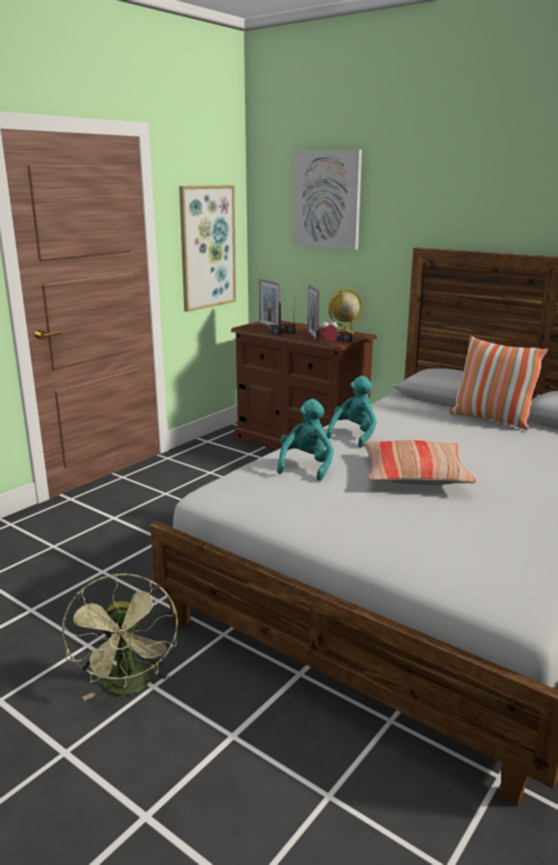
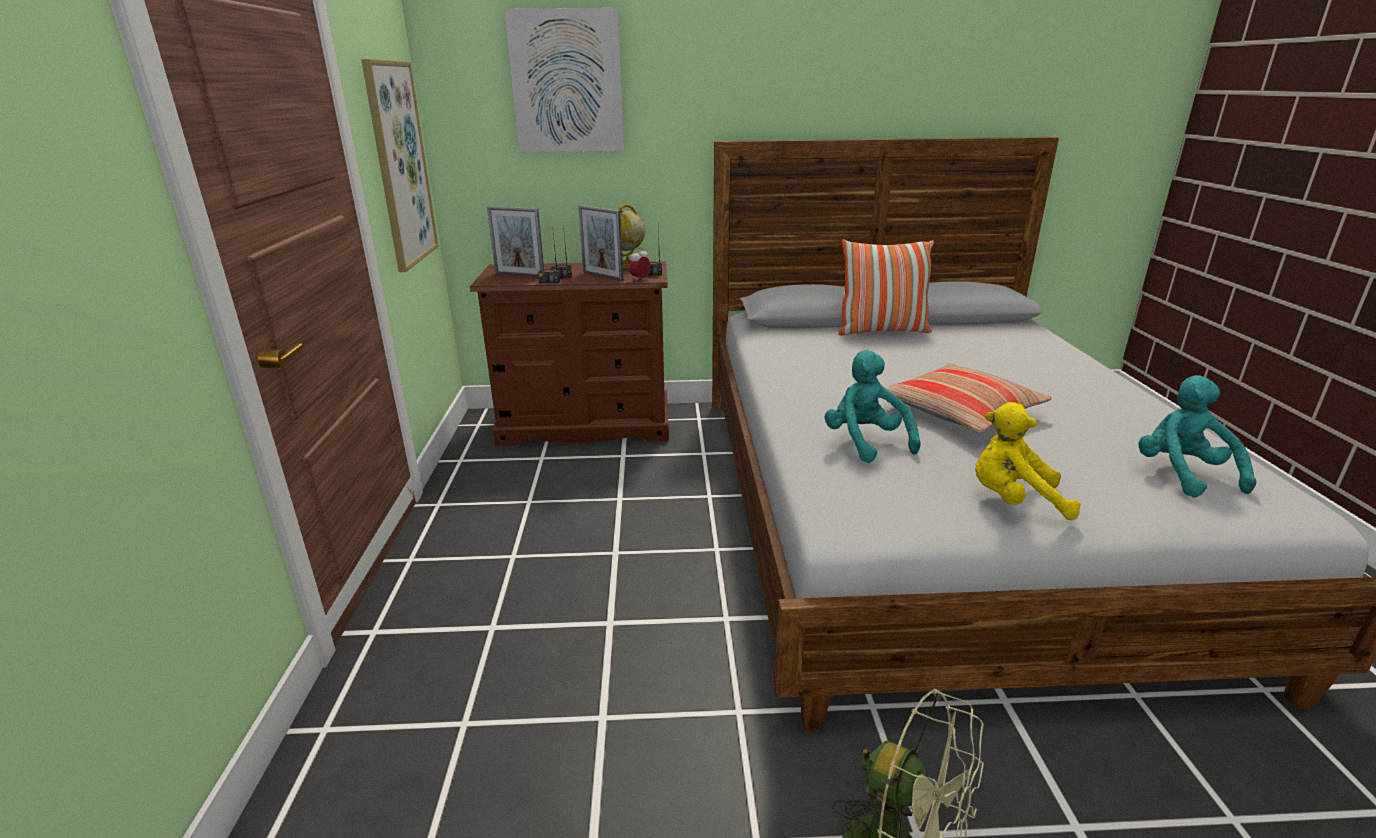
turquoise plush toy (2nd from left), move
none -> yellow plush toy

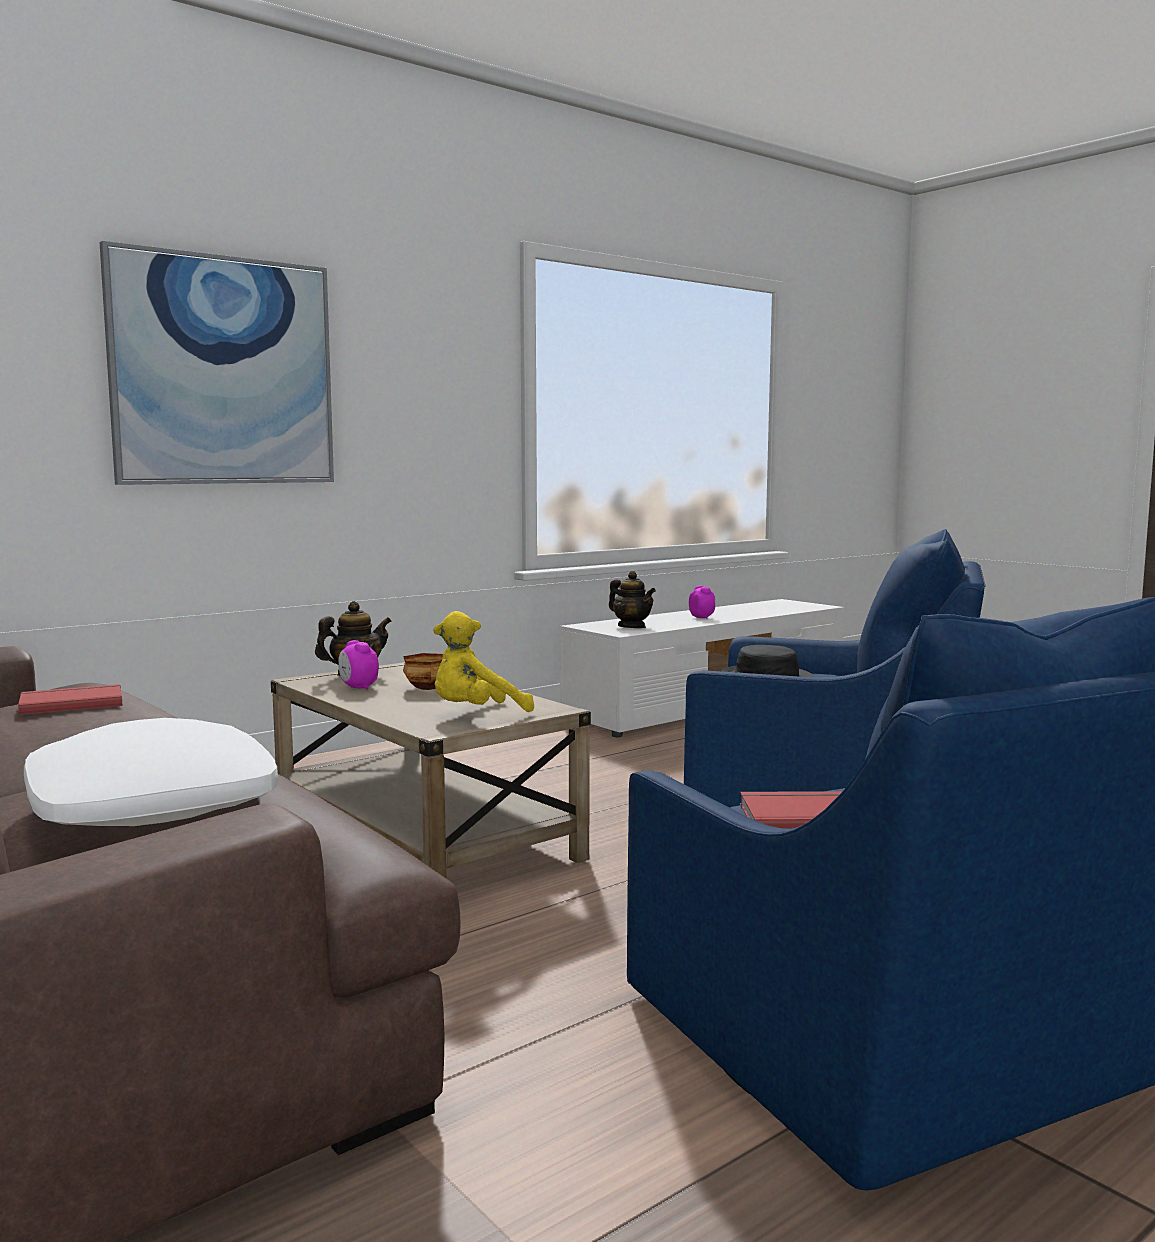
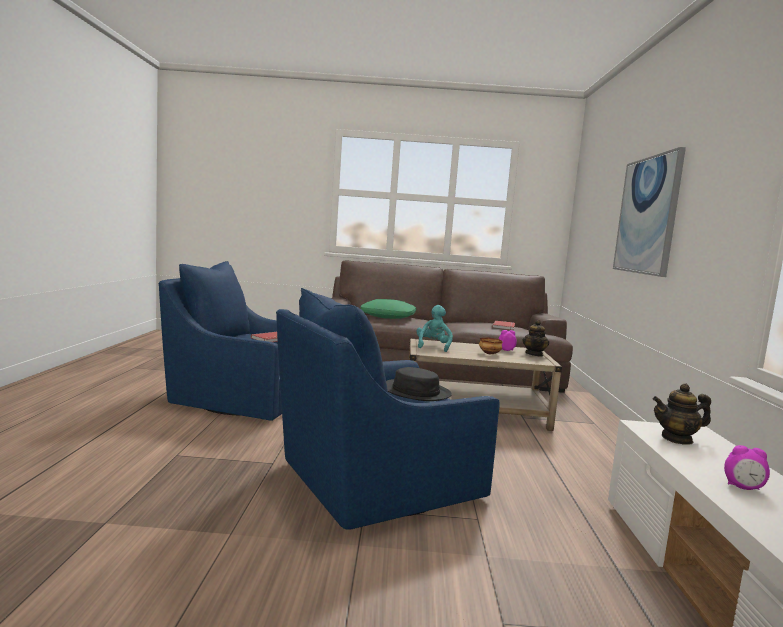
white pillow -> green pillow
yellow plush toy -> turquoise plush toy

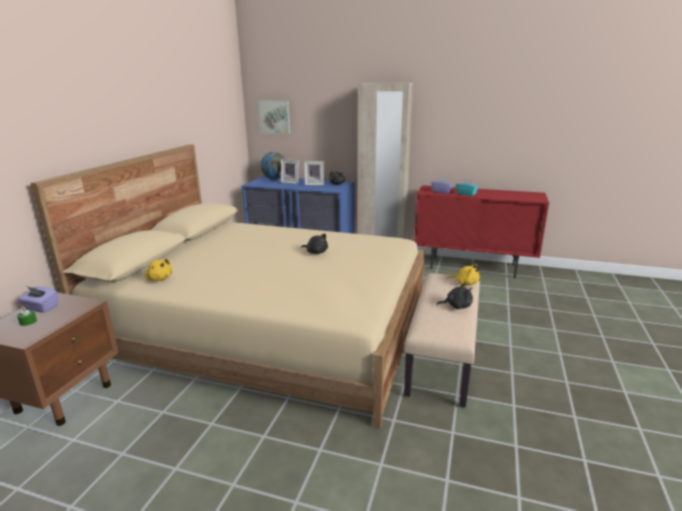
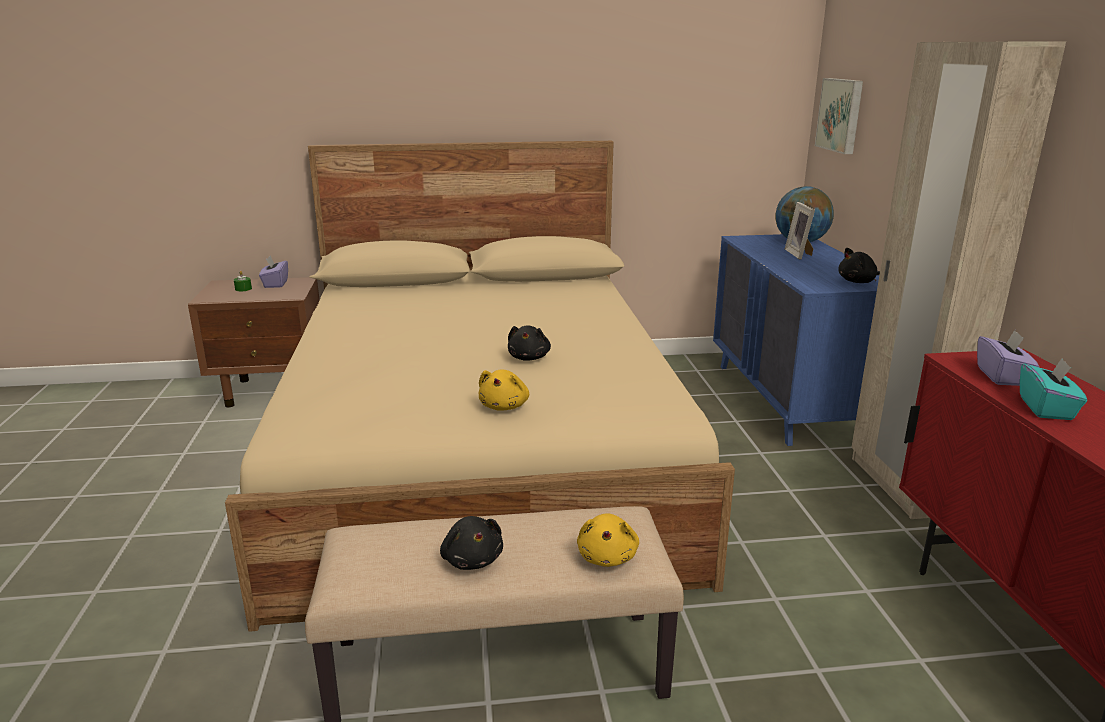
yellow plush toy (1st from left), move
picture frame (2nd from left) -> none

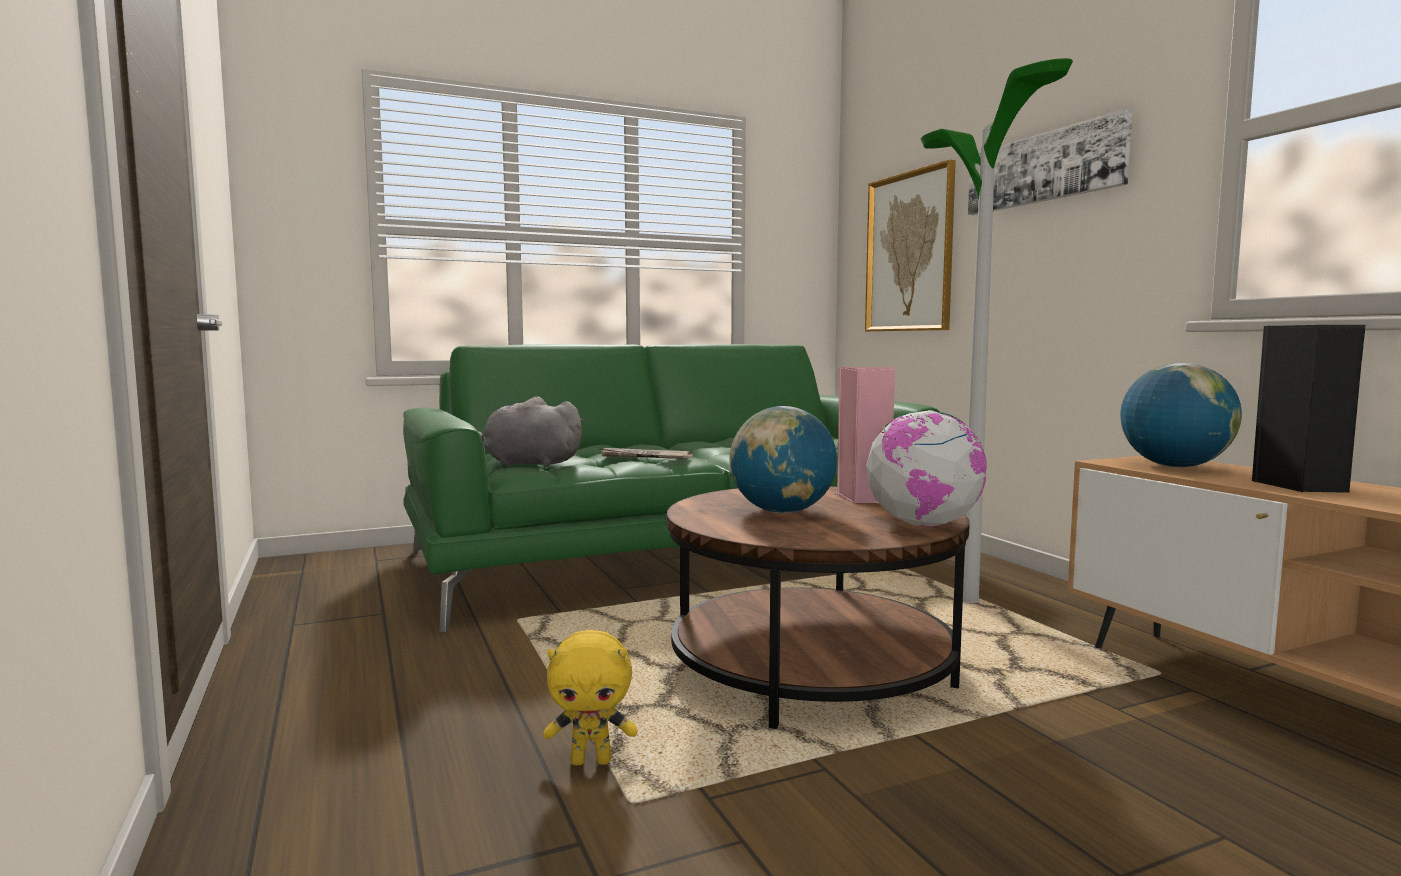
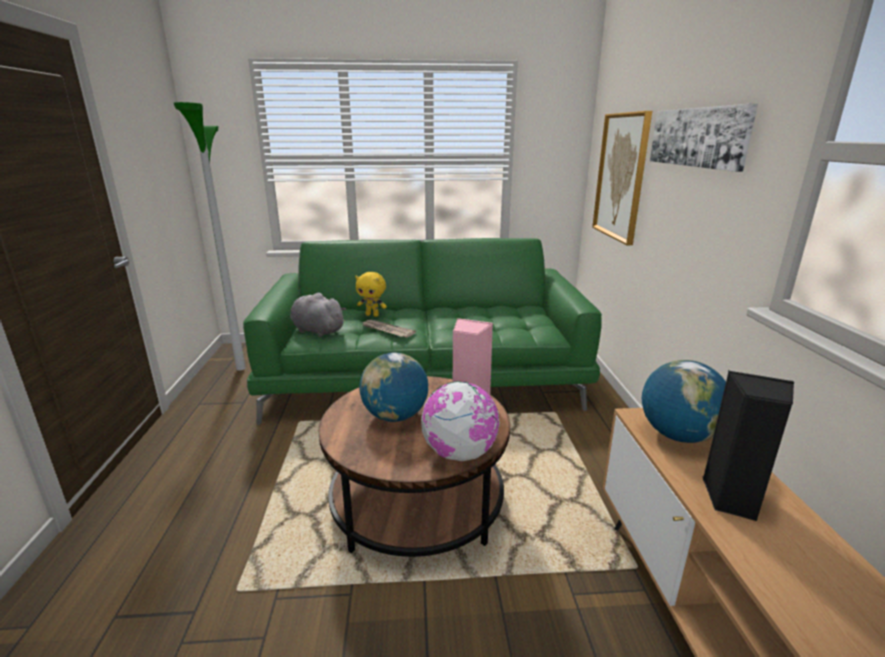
yellow plush toy, move
floor lamp, move

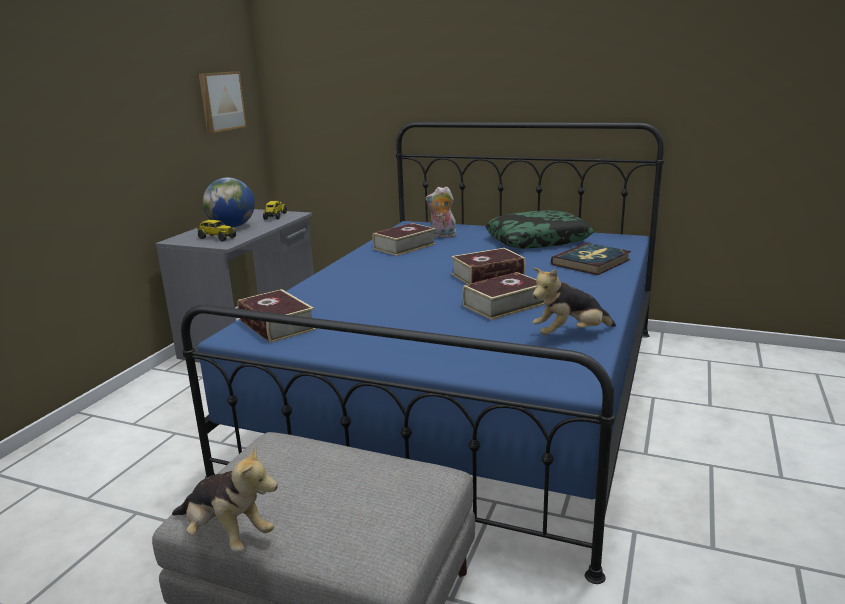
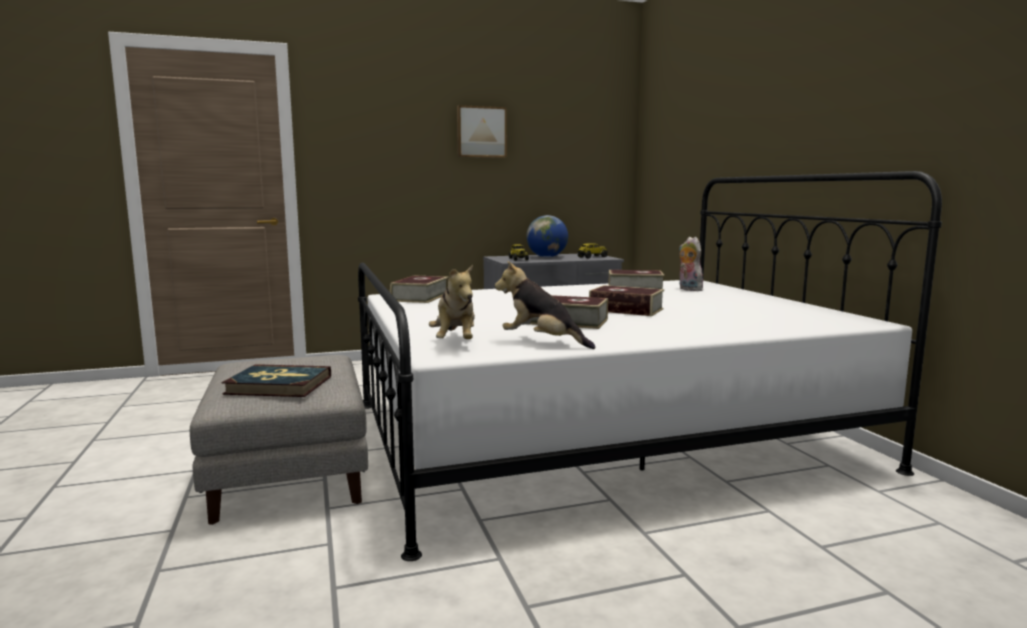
plush toy (1st from left), move
blue bed -> white bed
picture, move
pillow -> none
book (5th from left in the first image) -> book (1st from left), move

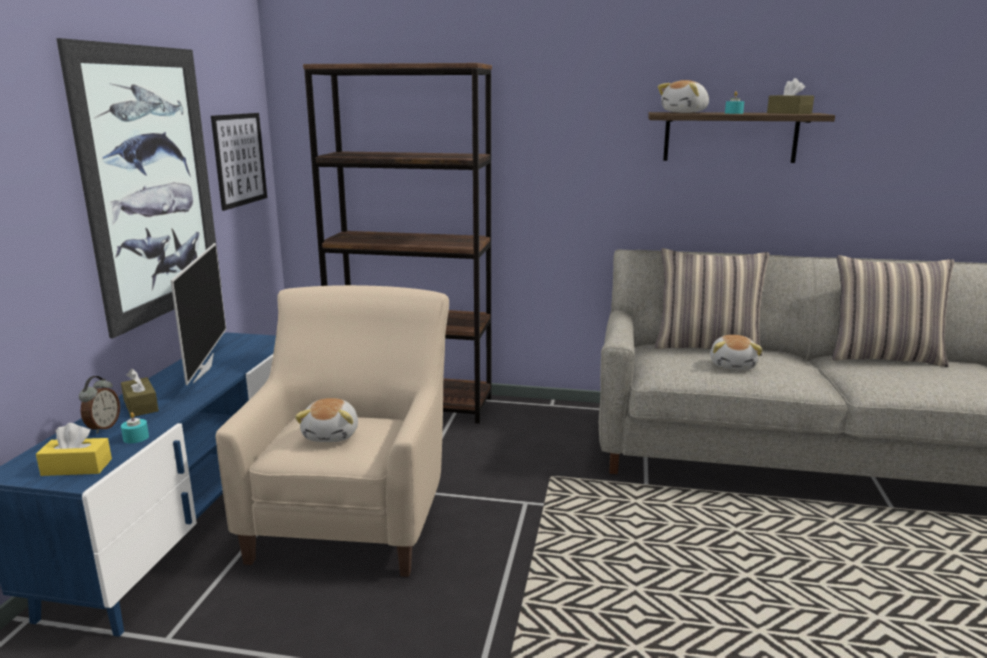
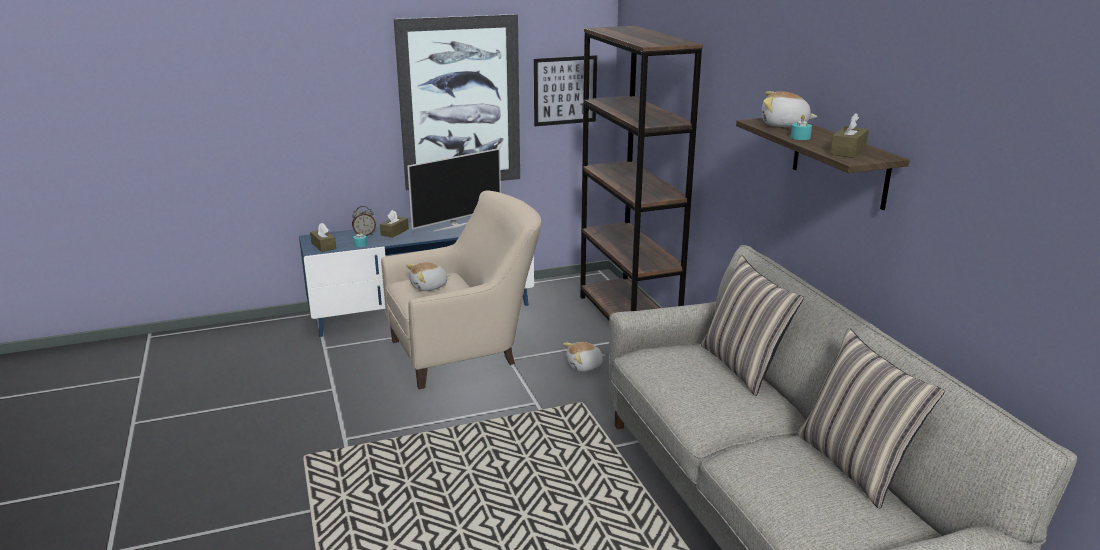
yellow tissue box -> brown tissue box (1st from left)
plush toy (3rd from left in the first image) -> plush toy (2nd from left), move

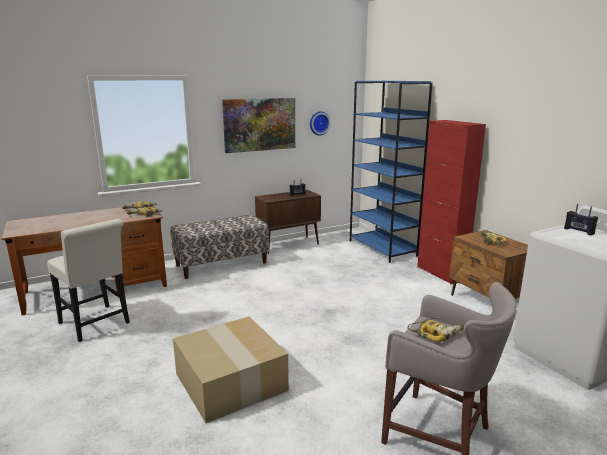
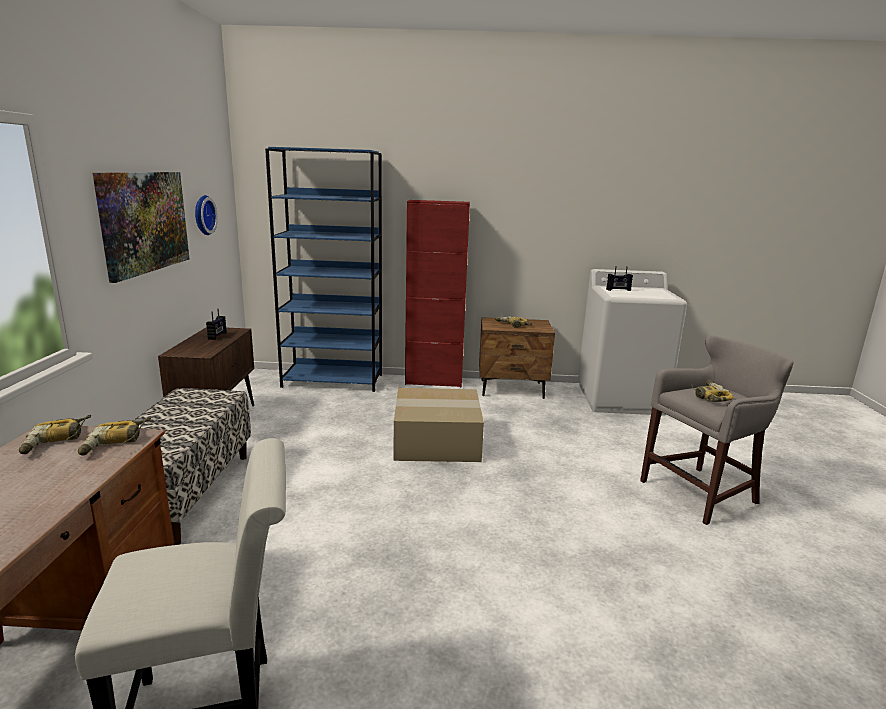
cardboard box, move

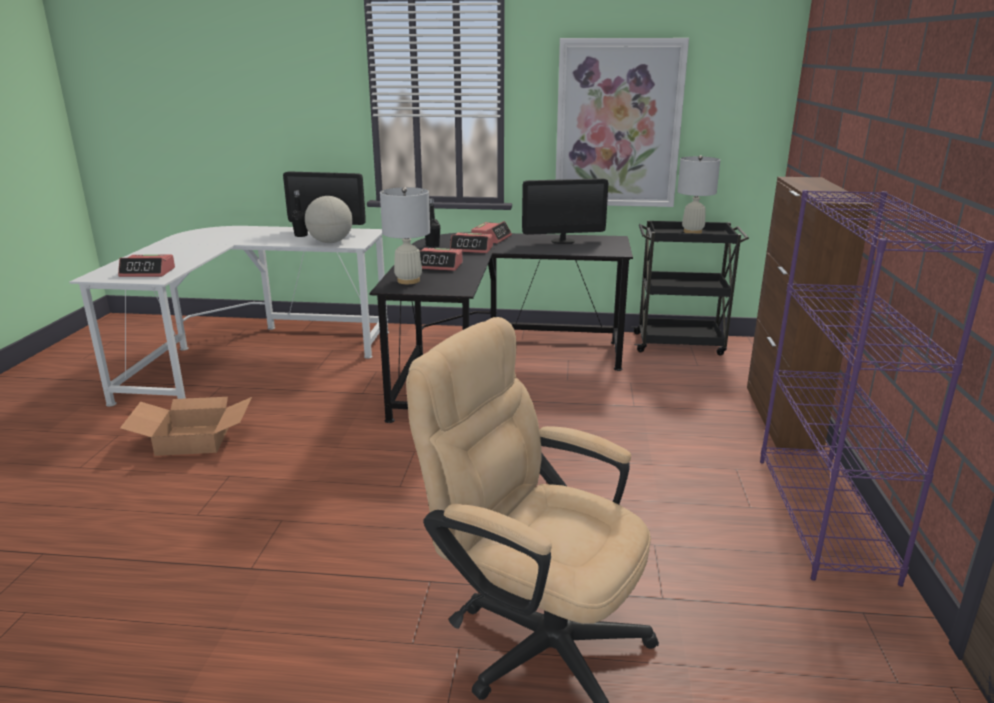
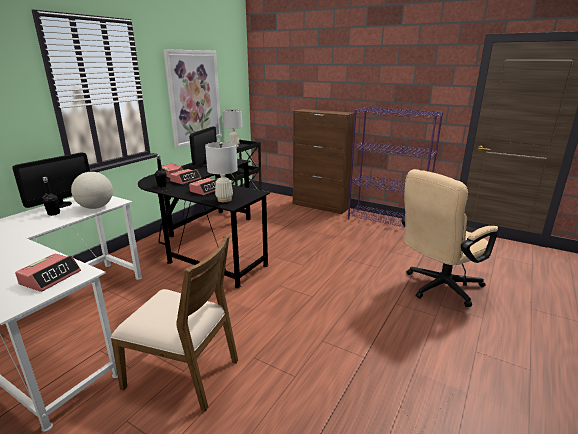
cardboard box -> brown chair

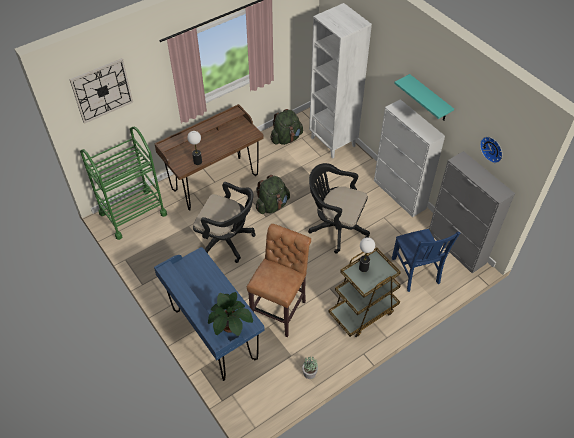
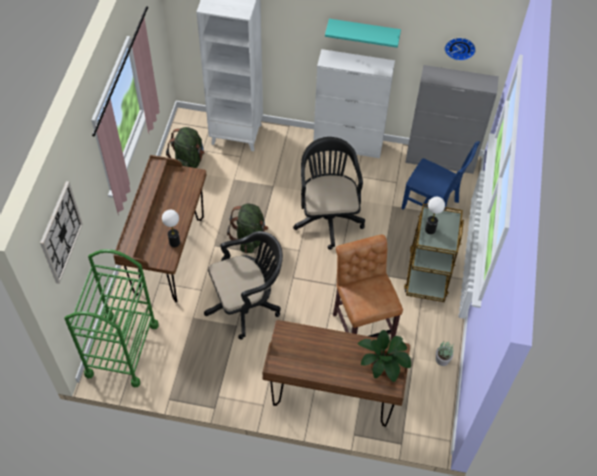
blue desk -> brown desk (2nd from left)
black office chair (2nd from left), 105 degrees clockwise

